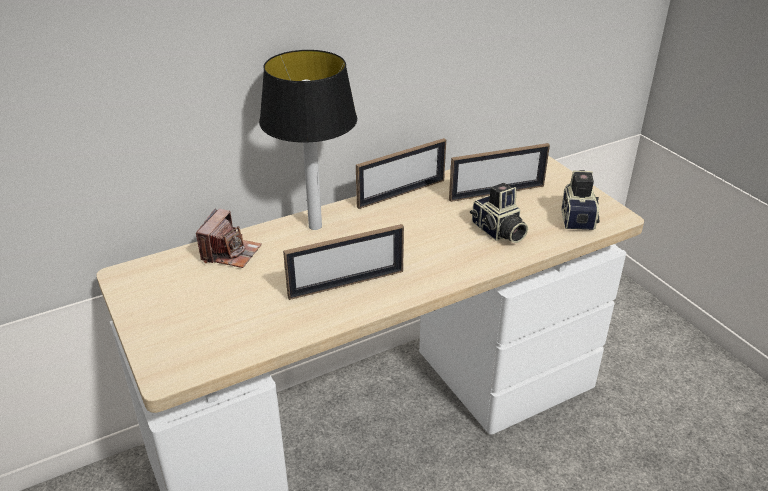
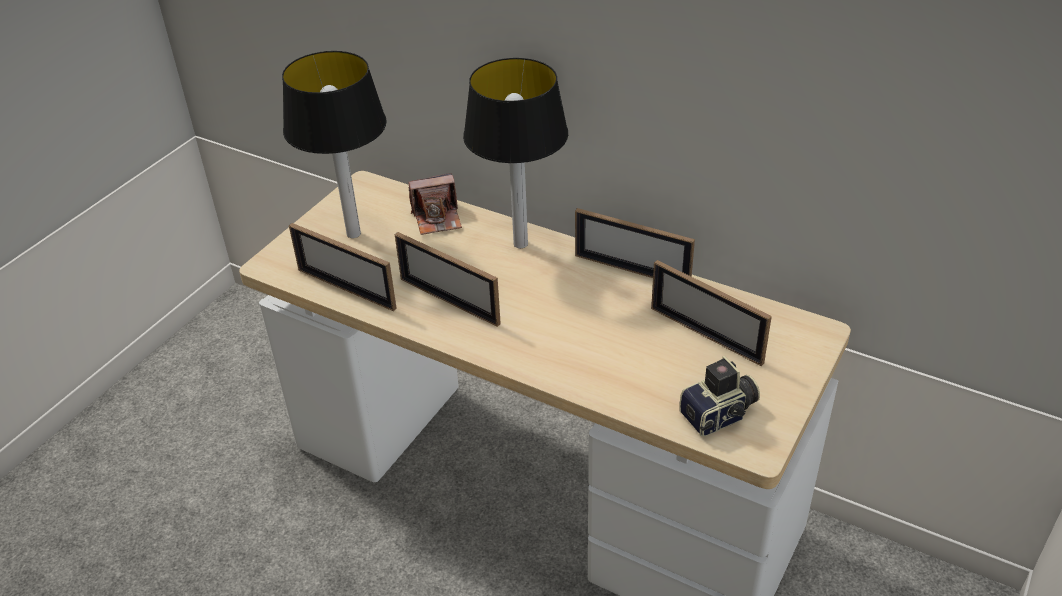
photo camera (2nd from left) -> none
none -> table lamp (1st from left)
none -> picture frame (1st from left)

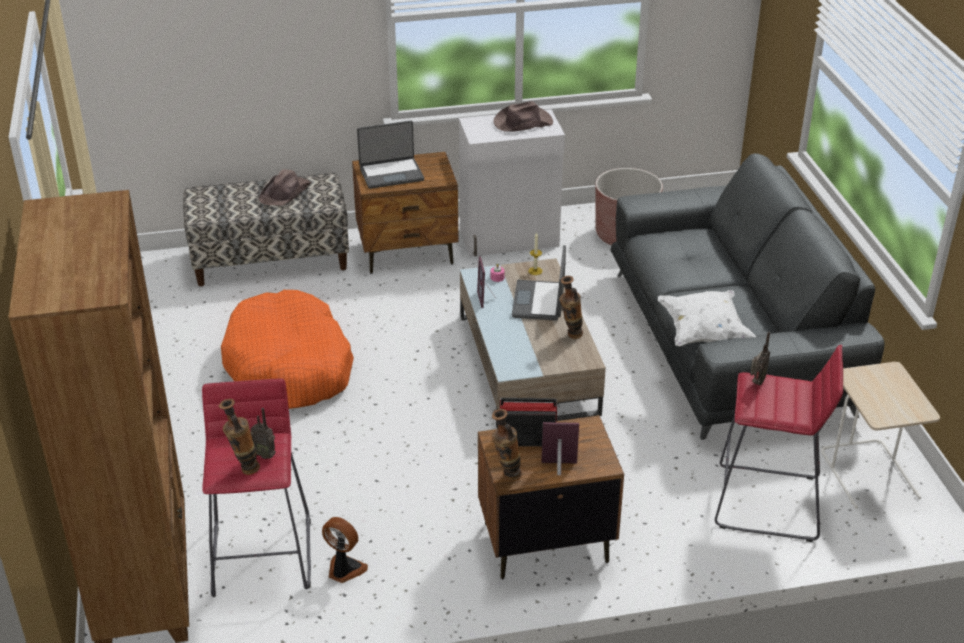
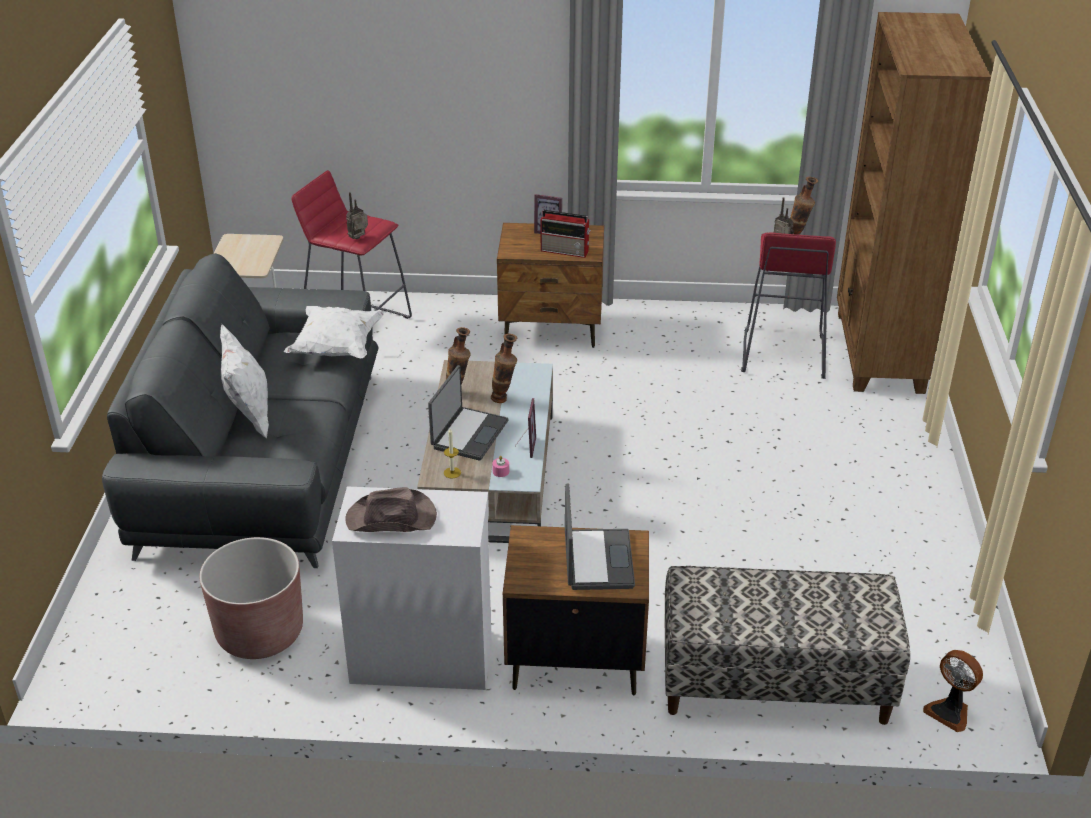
orange dog bed -> none
brown hat (1st from left) -> none
fan, move
laptop (1st from left in the first image) -> laptop (2nd from left), 90 degrees clockwise
vase (2nd from left), move
none -> white pillow (1st from left)

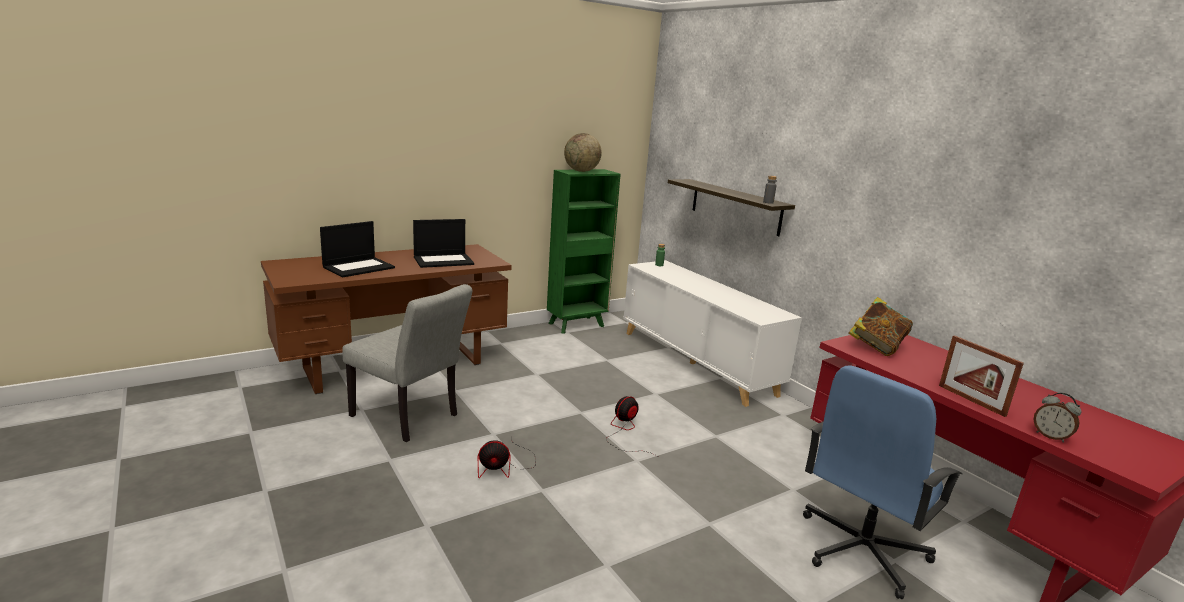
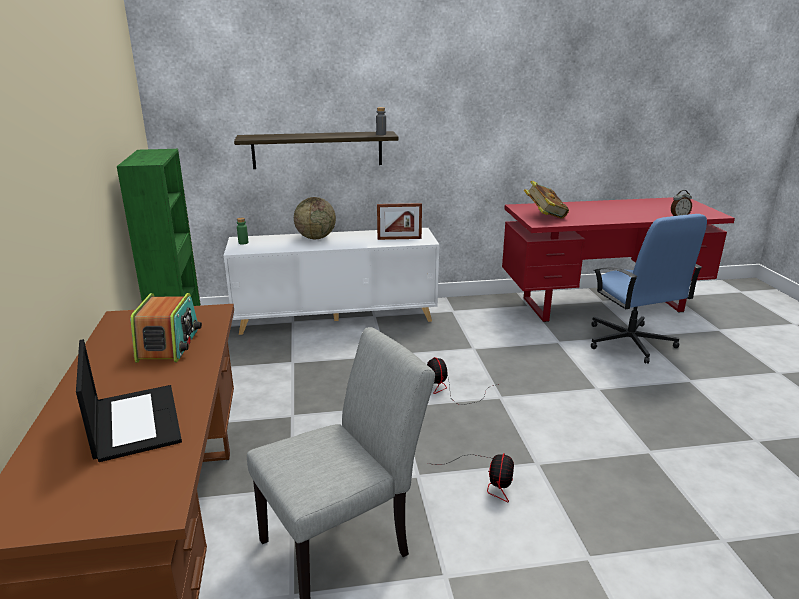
laptop (2nd from left) -> radio
globe, move
picture frame, move

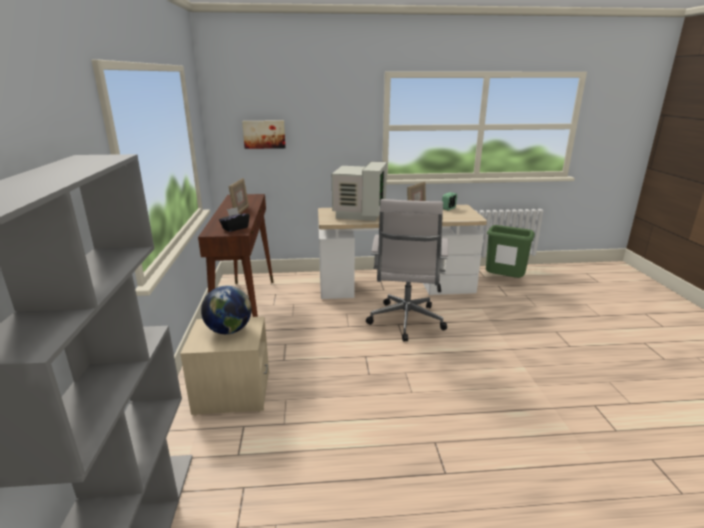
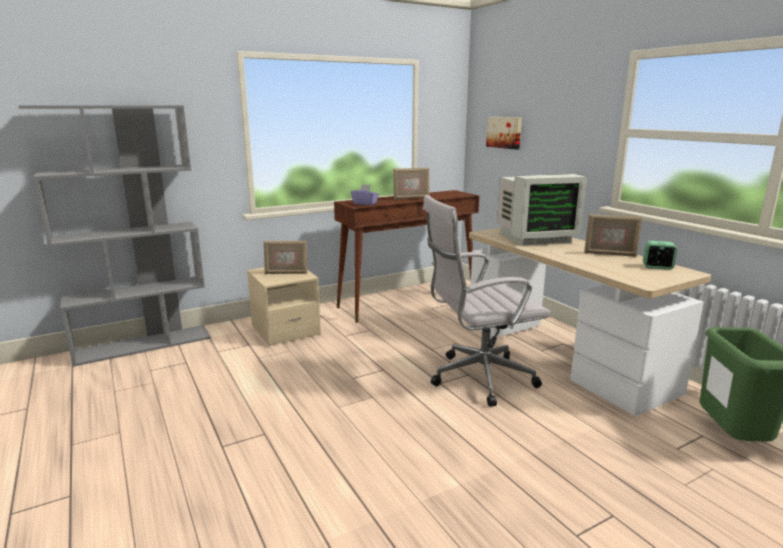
globe -> picture frame (1st from left)
black tissue box -> purple tissue box

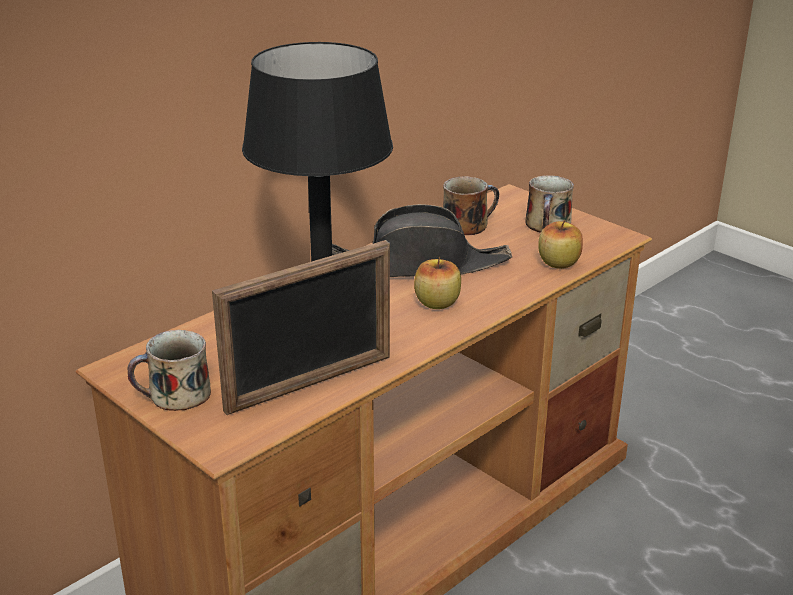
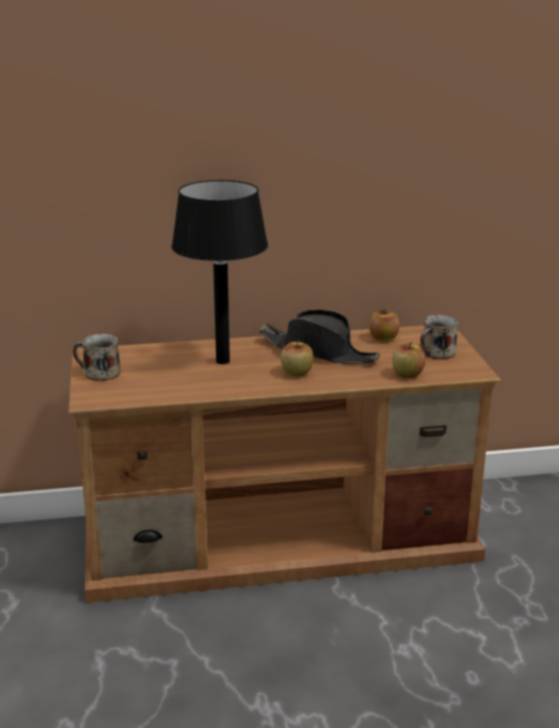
picture frame -> none
mug (2nd from left) -> apple (2nd from left)

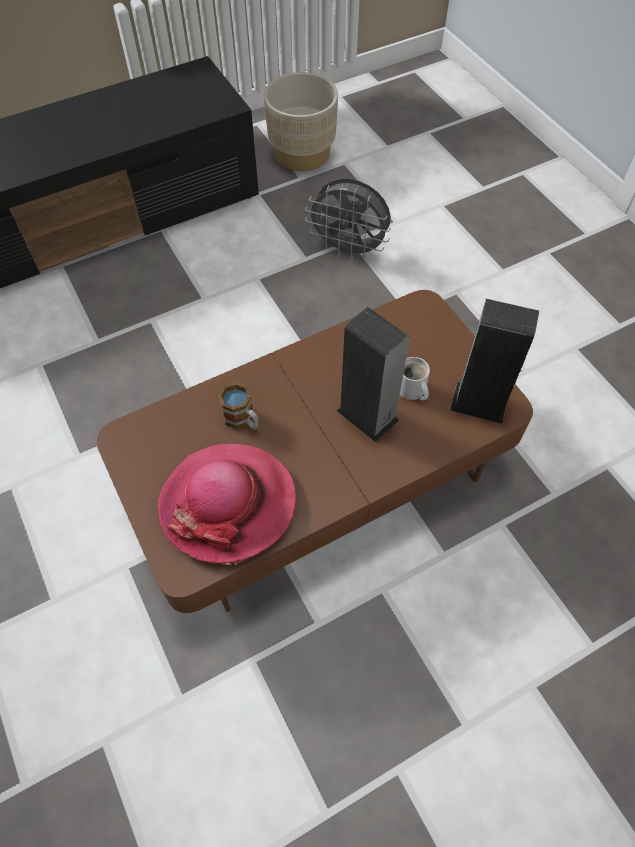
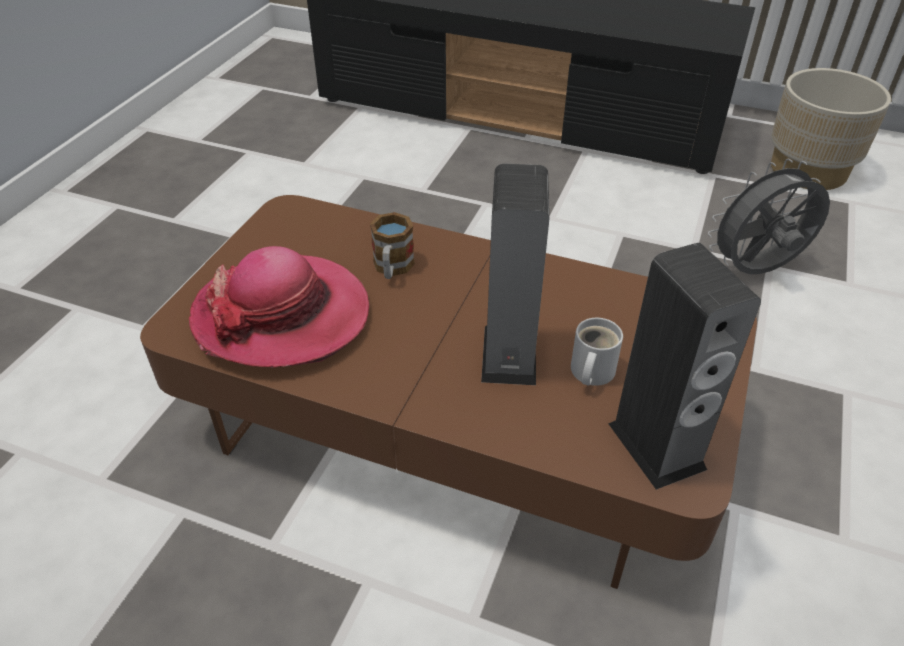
grey fan, 90 degrees clockwise

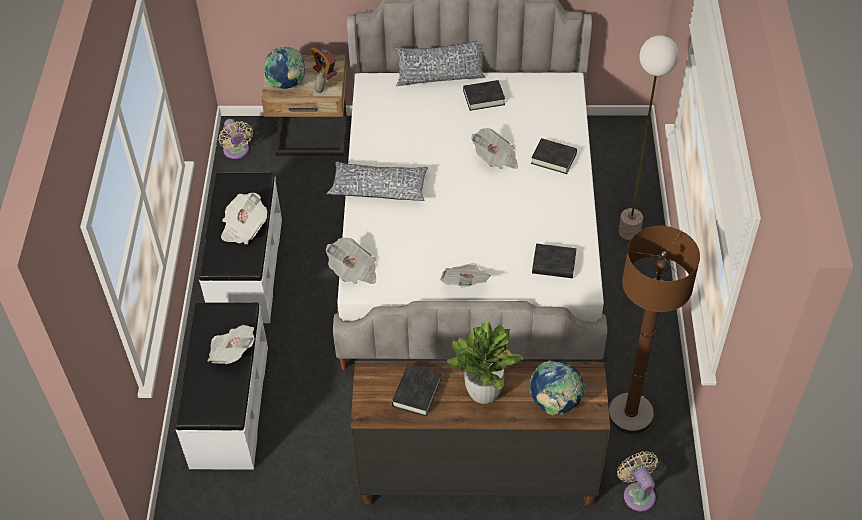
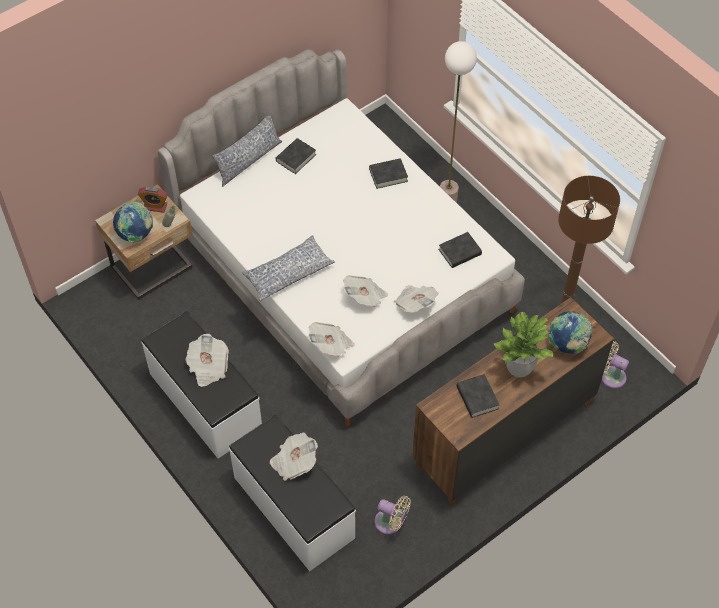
beige fan (1st from left), move
newspaper (5th from left in the first image) -> newspaper (4th from left), move

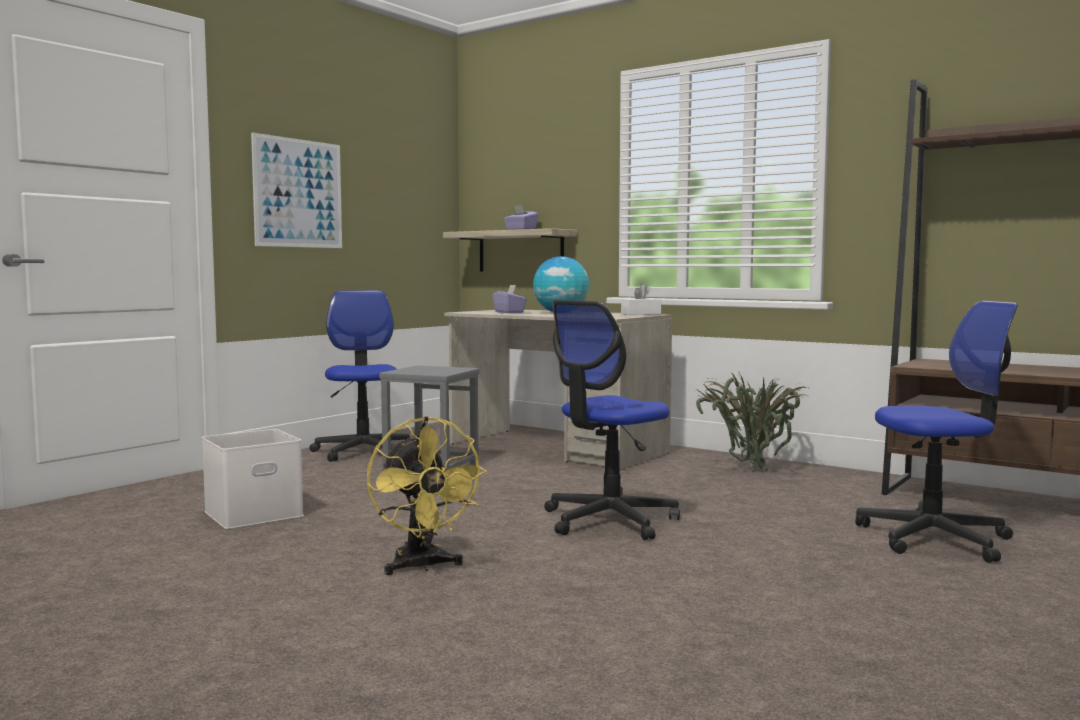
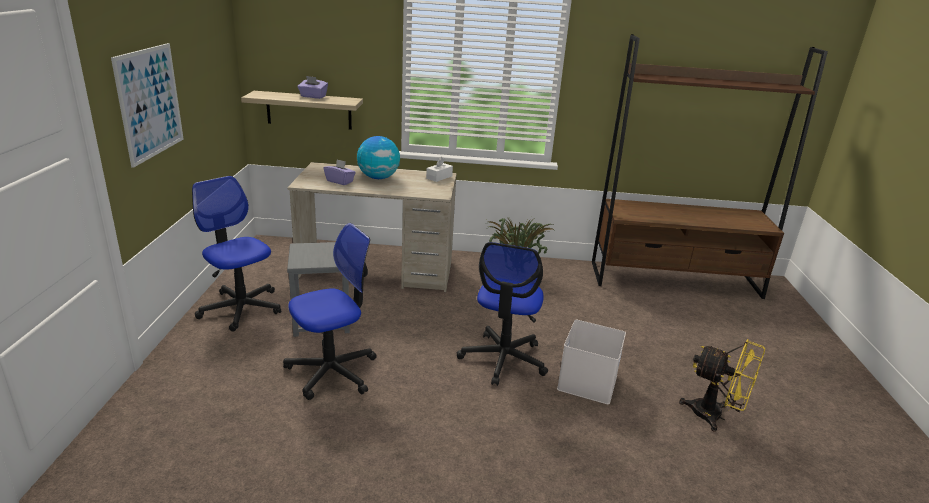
white storage box, move
yellow fan, move
office chair (3rd from left in the first image) -> office chair (2nd from left), move

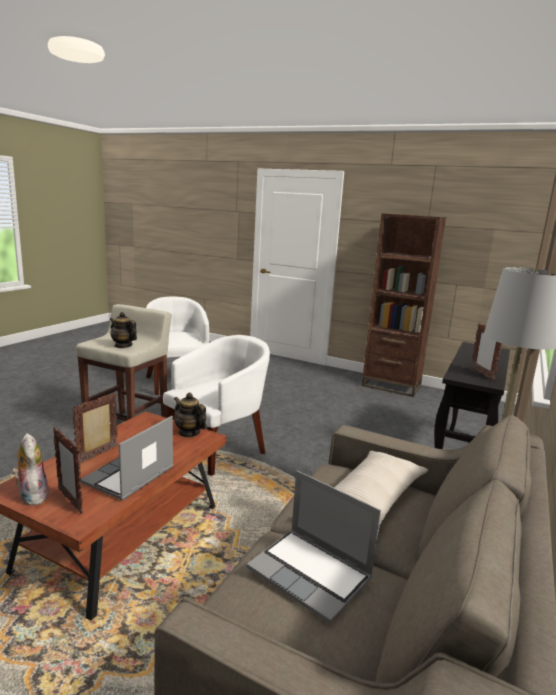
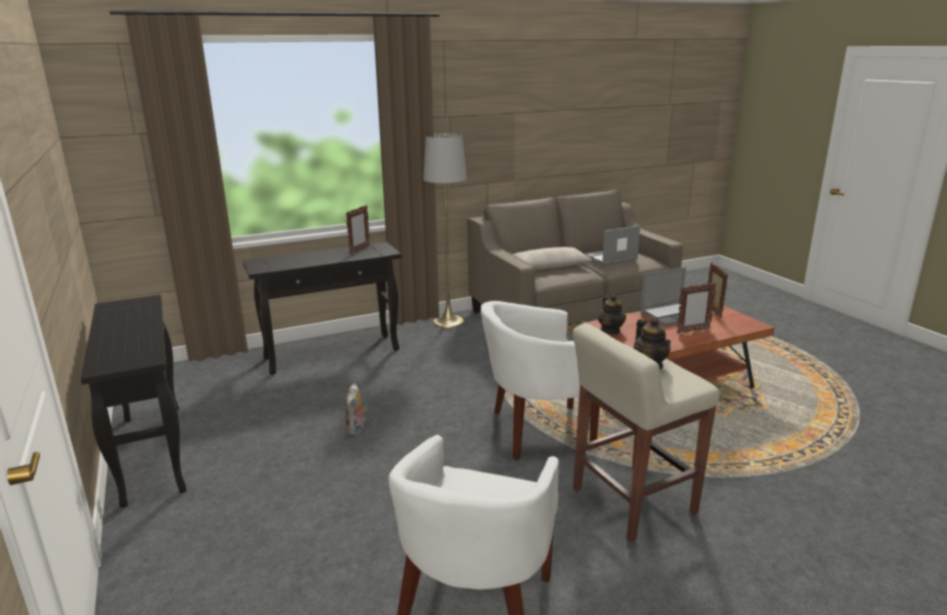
plush toy, move
laptop (2nd from left in the first image) -> laptop (1st from left), 105 degrees counterclockwise
brown bookcase -> black console table (1st from left)

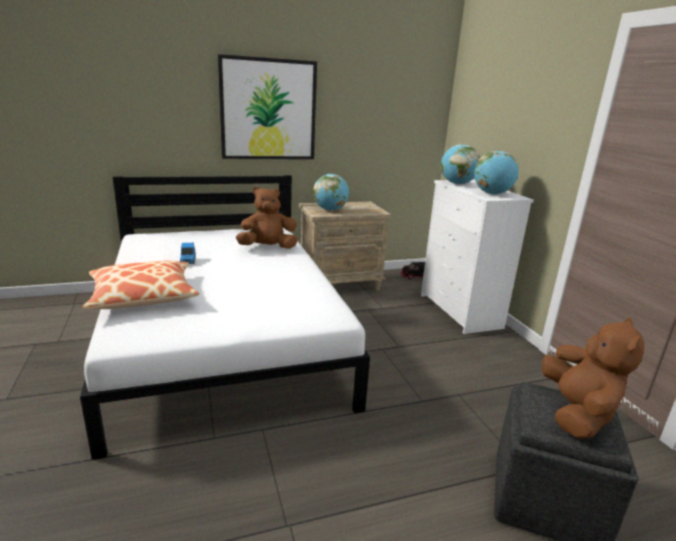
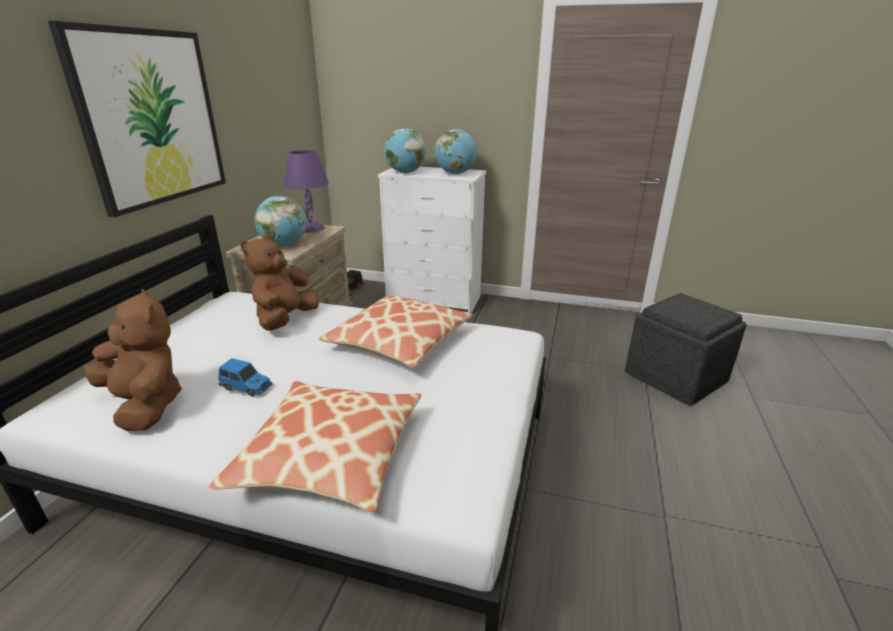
brown plush toy (2nd from left in the first image) -> brown plush toy (1st from left), move
none -> purple table lamp
none -> pillow (2nd from left)

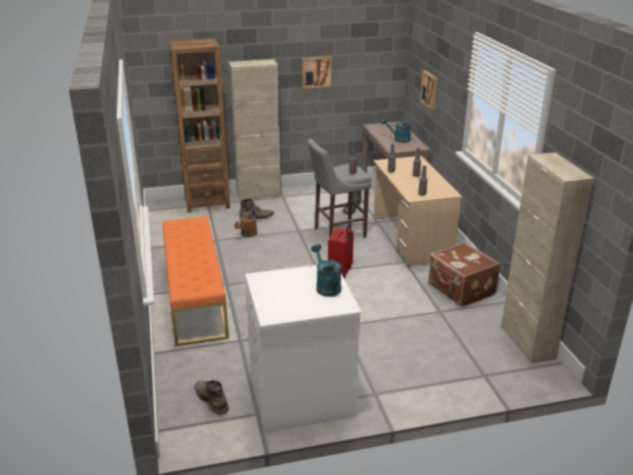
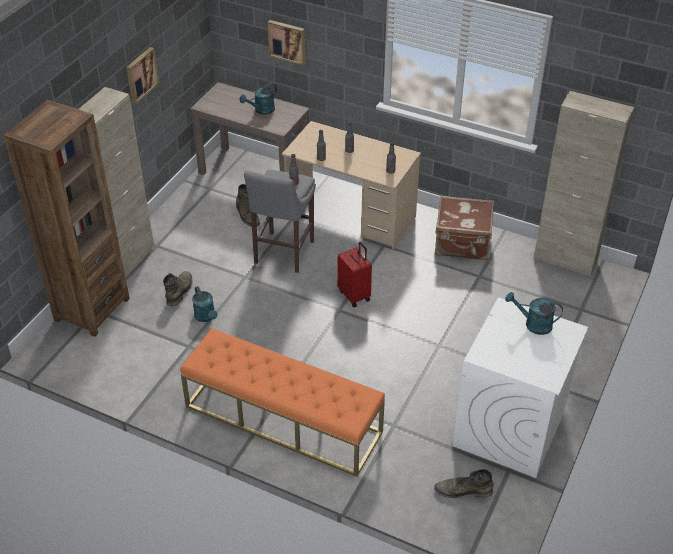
brown watering can -> turquoise watering can (1st from left)

